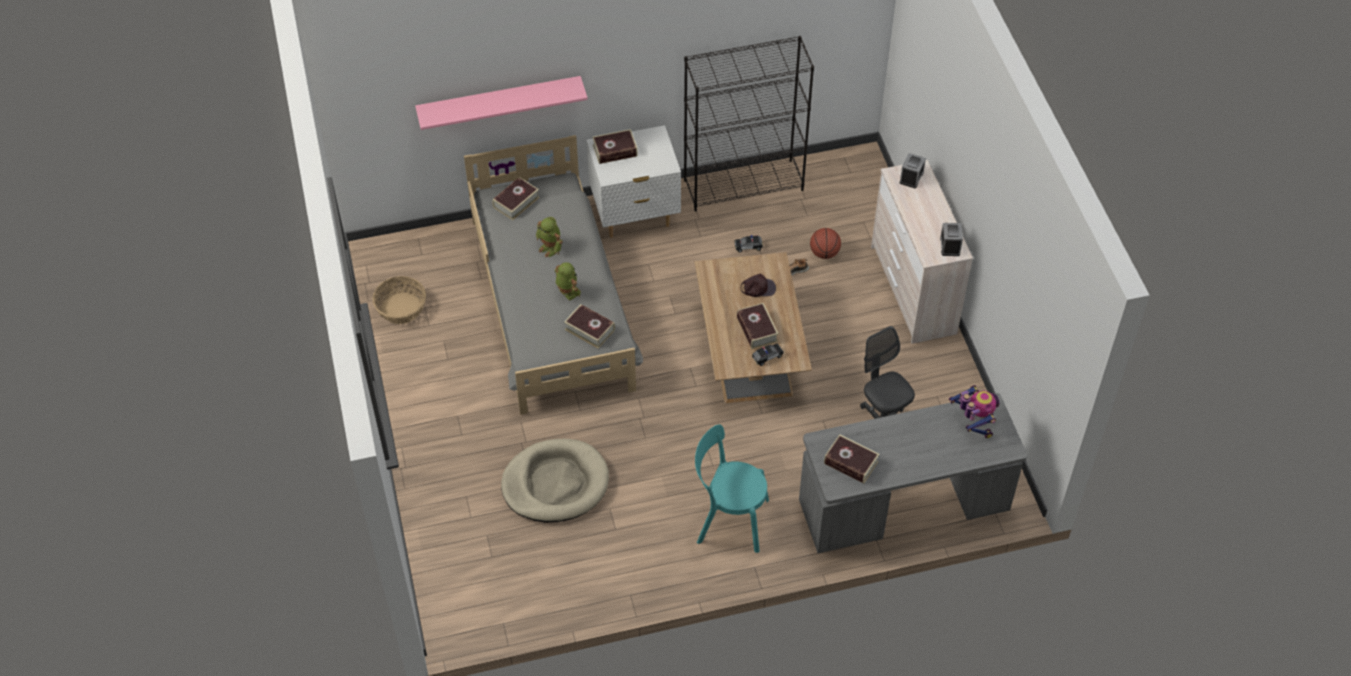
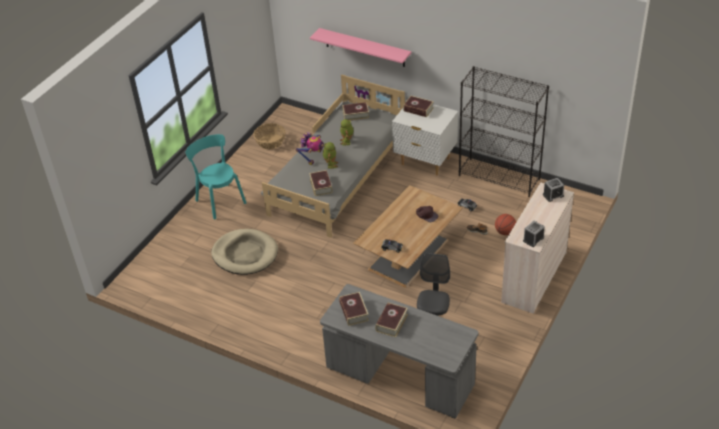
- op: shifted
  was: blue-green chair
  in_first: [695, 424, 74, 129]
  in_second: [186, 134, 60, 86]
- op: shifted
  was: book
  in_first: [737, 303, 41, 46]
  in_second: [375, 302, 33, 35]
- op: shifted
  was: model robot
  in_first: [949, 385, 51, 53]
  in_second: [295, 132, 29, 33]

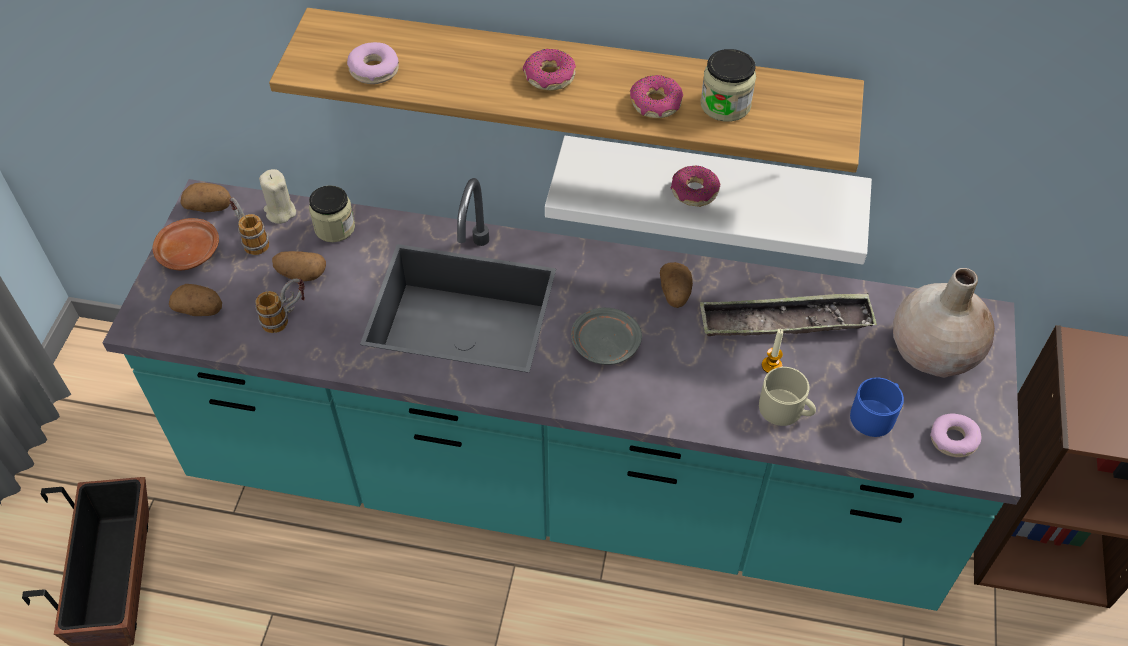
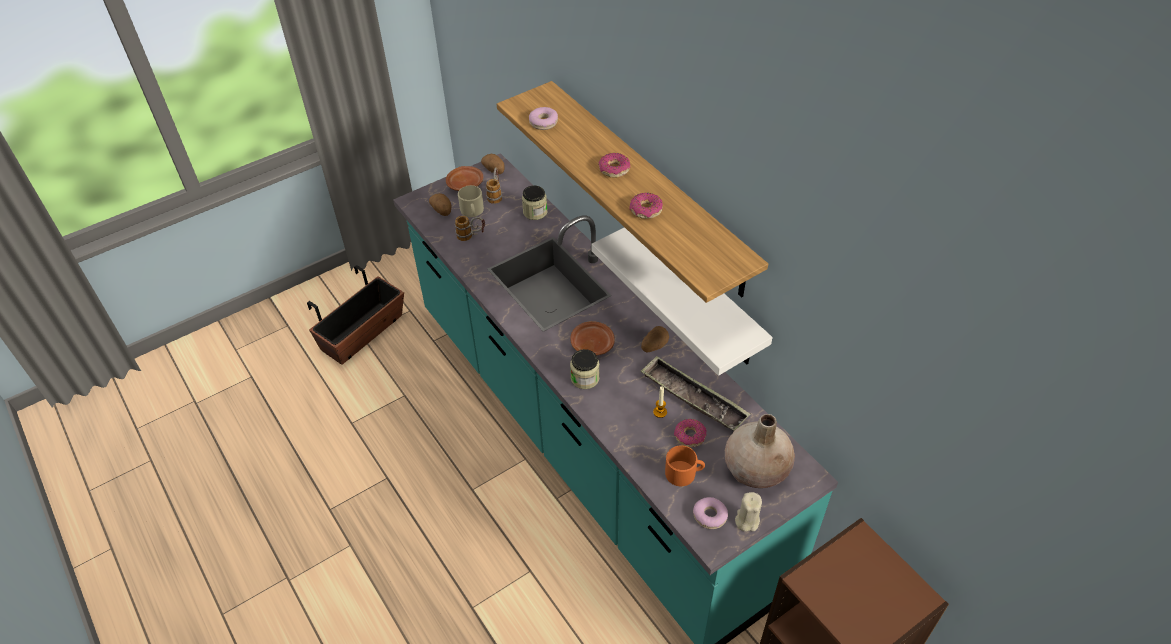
- op: gone
  was: whole potato
  in_first: [272, 251, 54, 30]
- op: shifted
  was: beige candle
  in_first: [259, 169, 37, 55]
  in_second: [735, 492, 27, 39]
- op: shifted
  was: donut
  in_first: [671, 166, 50, 41]
  in_second: [674, 419, 33, 29]
- op: shifted
  was: jar
  in_first: [700, 49, 56, 73]
  in_second: [570, 349, 30, 40]
- op: shifted
  was: beige tea mug
  in_first: [759, 367, 57, 59]
  in_second: [458, 185, 26, 32]
- op: repainted
  was: greyish flat dish
  now: brownish flat dish
  in_first: [571, 308, 71, 57]
  in_second: [570, 321, 45, 34]
- op: repainted
  was: bluish tea mug
  now: orange-coloured tea mug
  in_first: [850, 377, 54, 60]
  in_second: [665, 445, 40, 41]

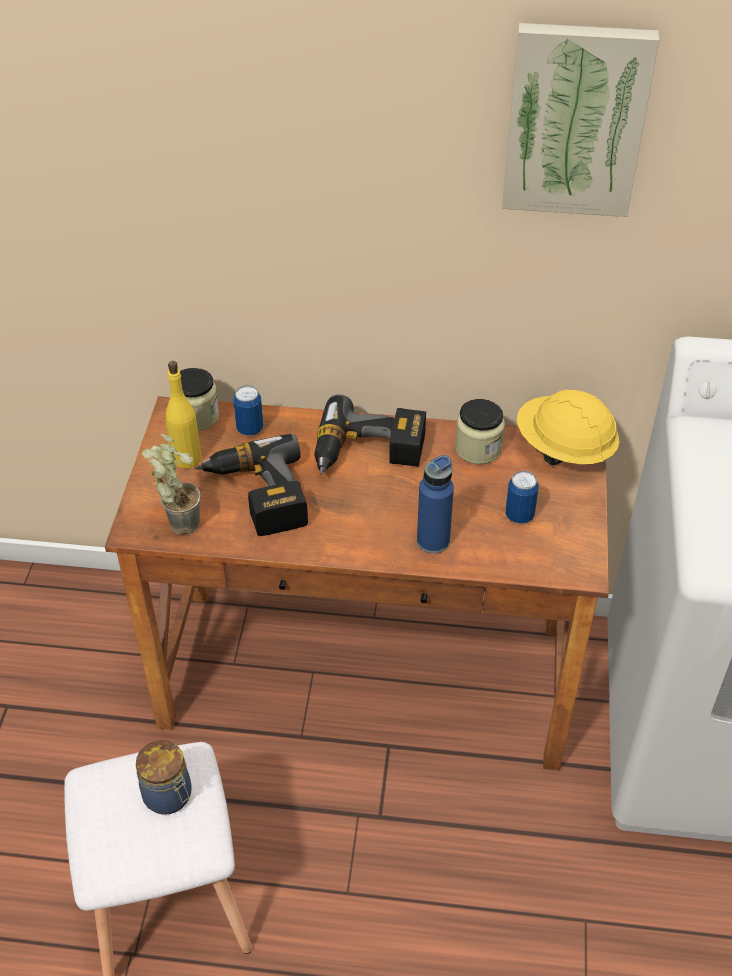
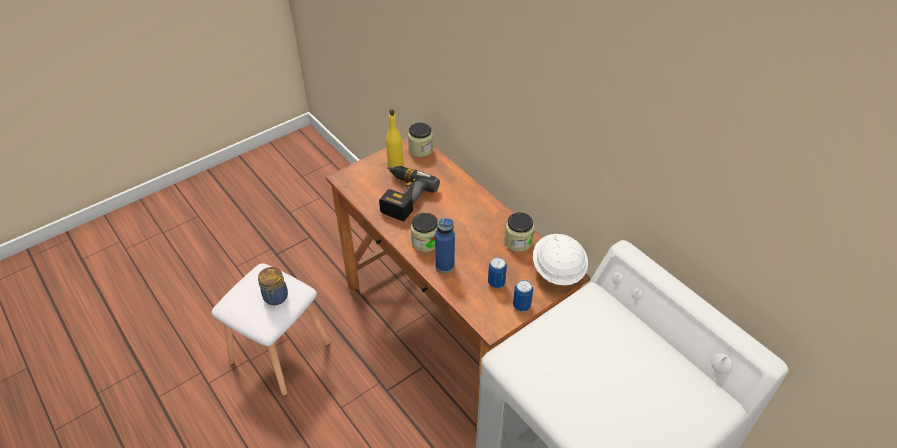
- op: gone
  was: houseplant
  in_first: [142, 433, 59, 102]
- op: gone
  was: power drill
  in_first: [314, 394, 112, 80]
- op: gone
  was: wall picture
  in_first: [502, 23, 157, 194]
- op: new
  now: jar
  in_second: [411, 213, 27, 39]
- op: shifted
  was: sealed can
  in_first: [233, 385, 30, 51]
  in_second: [513, 280, 20, 32]
- op: repainted
  was: yellow-coloured work helmet
  now: whitish work helmet
  in_first: [517, 390, 103, 75]
  in_second: [533, 234, 55, 52]

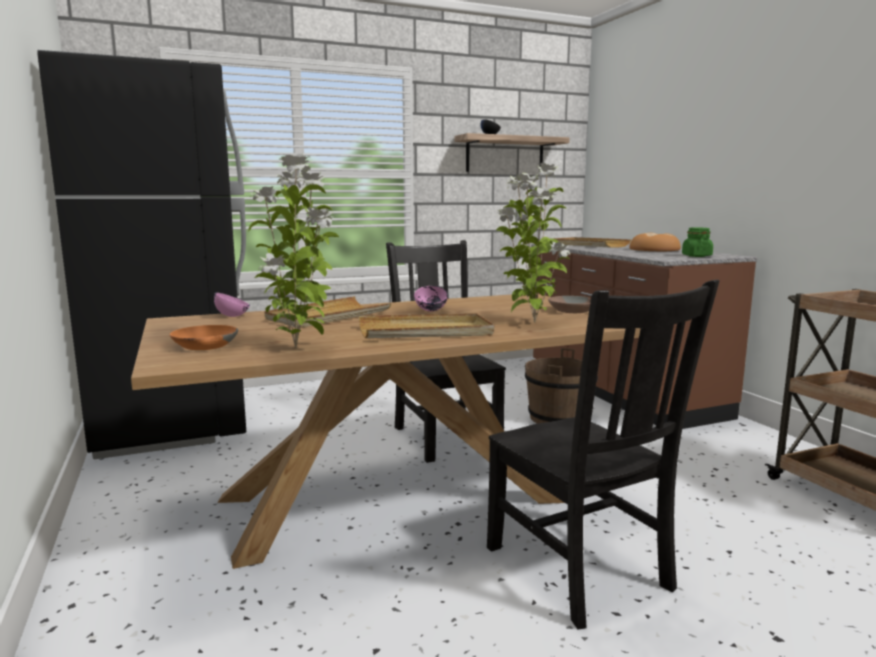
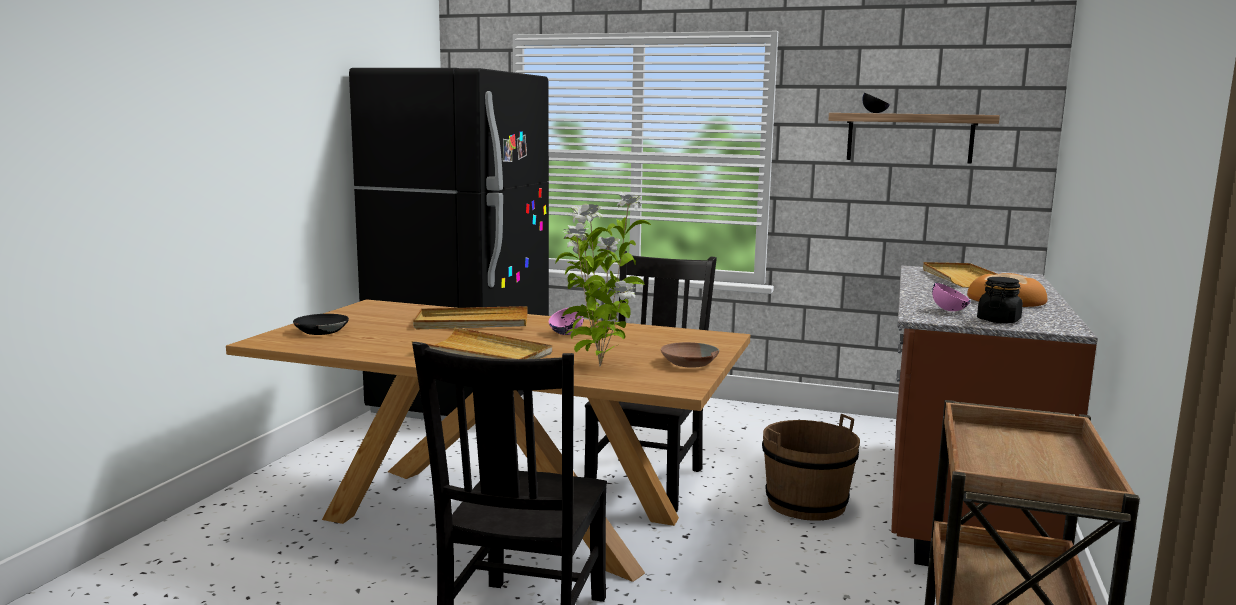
- op: gone
  was: houseplant
  in_first: [248, 153, 91, 195]
- op: shifted
  was: pink bowl
  in_first: [214, 292, 36, 25]
  in_second: [932, 282, 39, 29]
- op: repainted
  was: orange-coloured bowl
  now: black bowl
  in_first: [170, 325, 68, 25]
  in_second: [293, 314, 56, 21]
- op: repainted
  was: green jar
  now: black jar
  in_first: [682, 227, 31, 30]
  in_second: [977, 277, 46, 46]

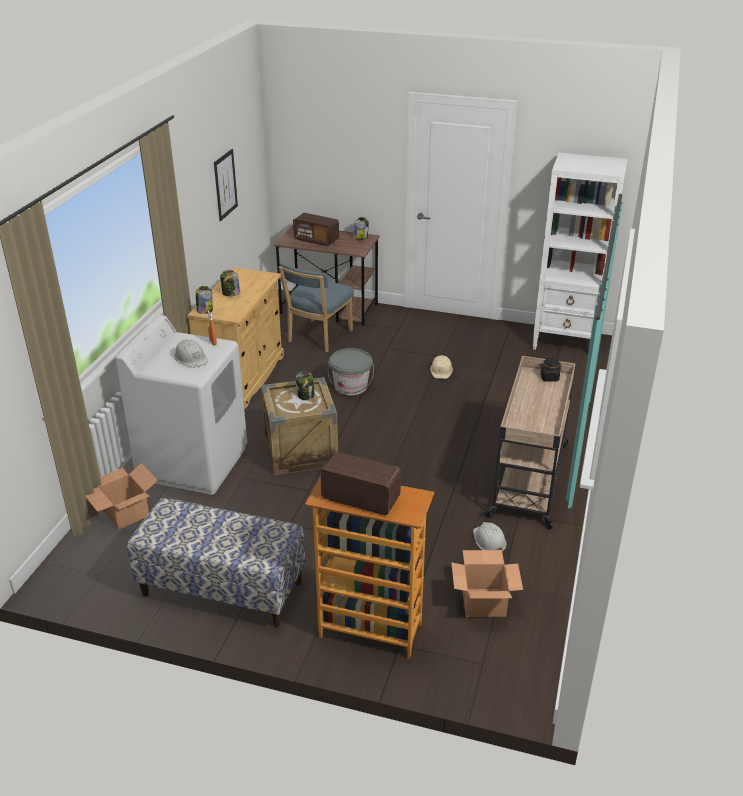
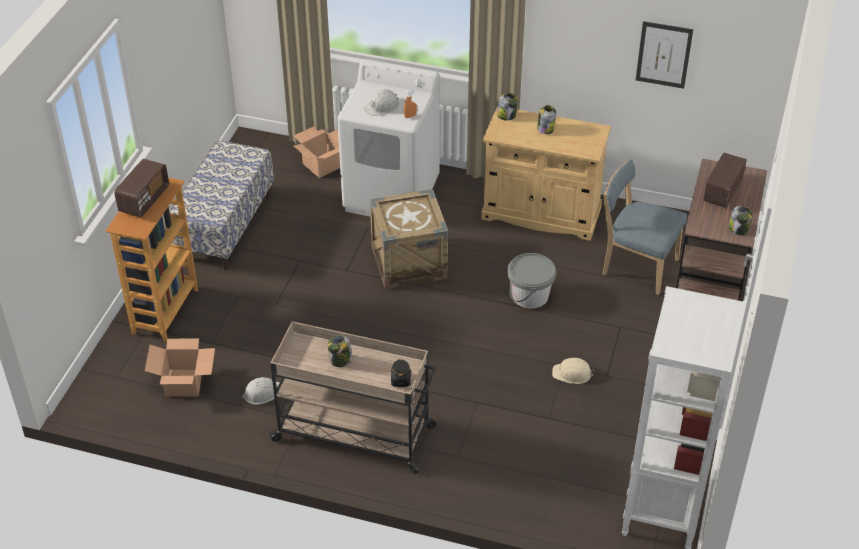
- op: shifted
  was: jar
  in_first: [296, 371, 19, 29]
  in_second: [328, 335, 24, 32]

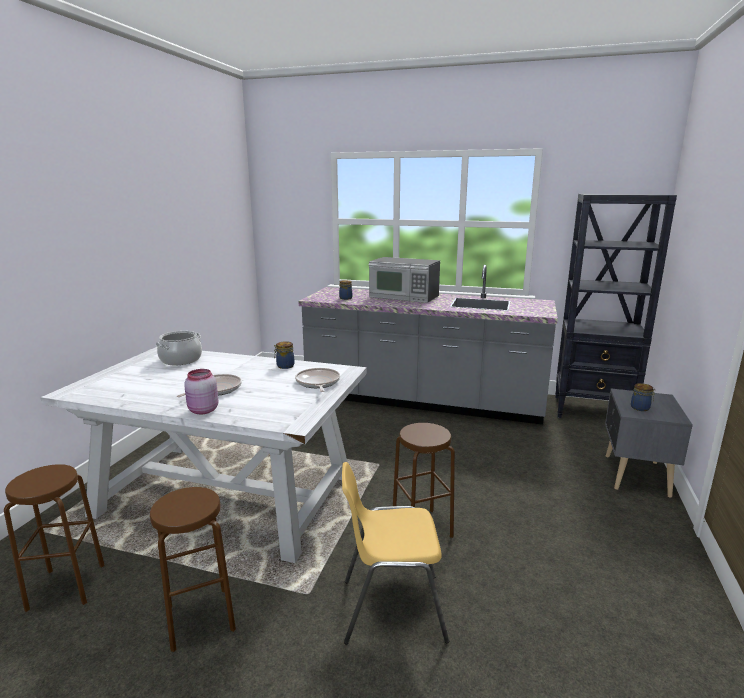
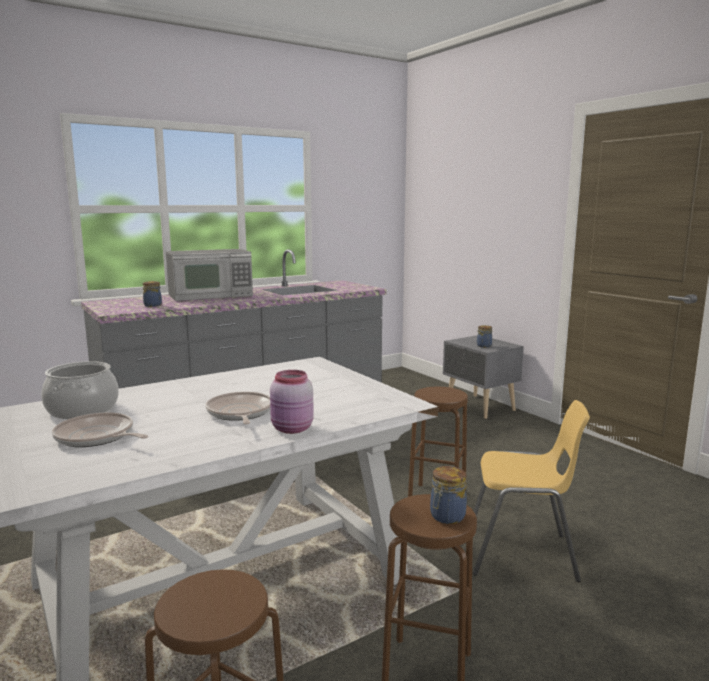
- op: gone
  was: black bookcase
  in_first: [555, 194, 122, 224]
- op: shifted
  was: jar
  in_first: [274, 341, 20, 28]
  in_second: [430, 466, 37, 58]
- op: shifted
  was: frying pan
  in_first: [295, 368, 45, 24]
  in_second: [52, 412, 96, 35]
- op: rotated
  was: yellow-coloured chair
  in_first: [342, 462, 107, 182]
  in_second: [473, 400, 117, 182]
  clockwise: -120

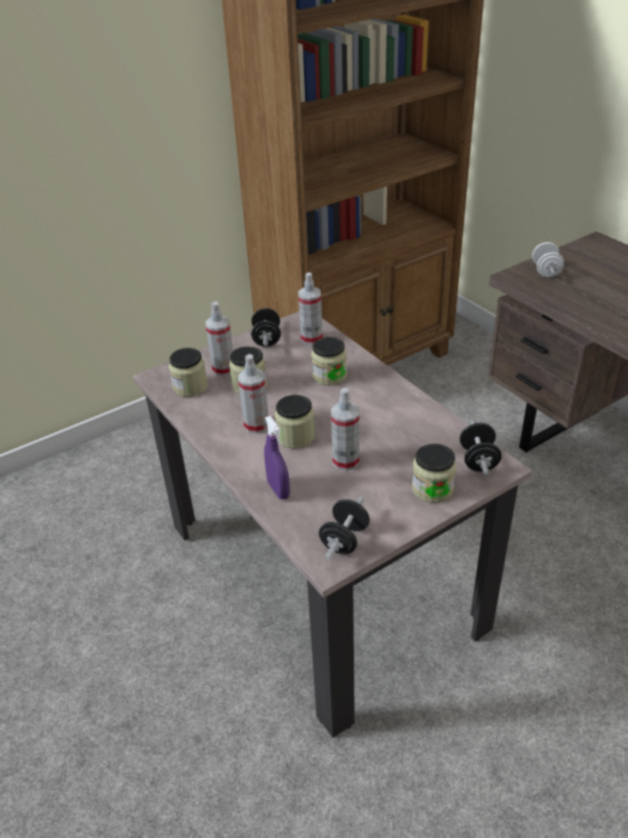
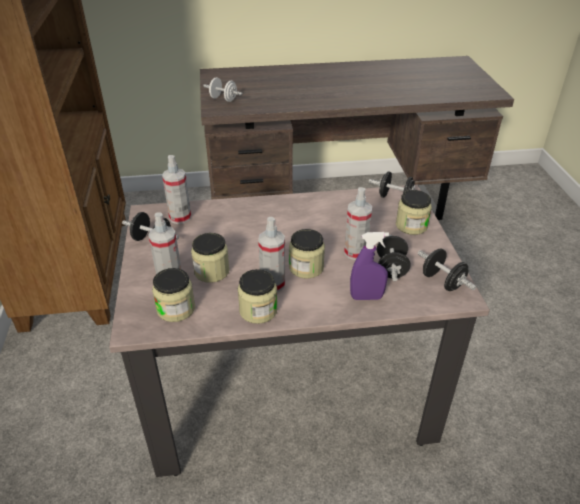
- op: new
  now: black free weight
  in_second: [377, 235, 34, 46]
- op: shifted
  was: jar
  in_first: [311, 337, 36, 49]
  in_second: [238, 269, 40, 55]

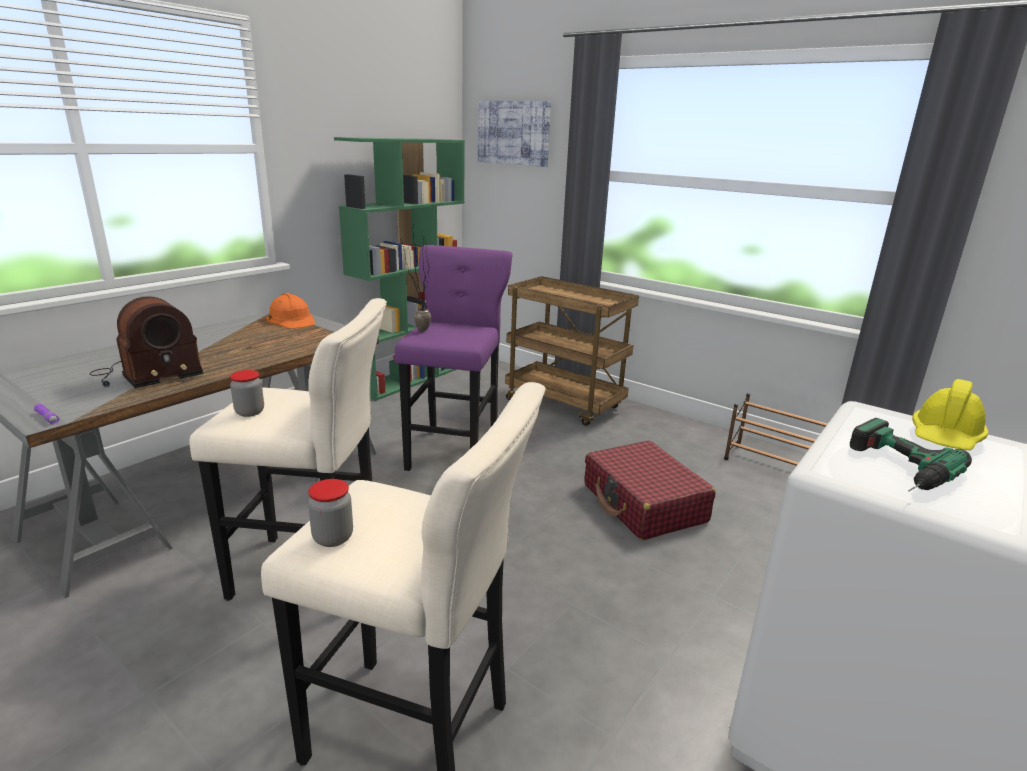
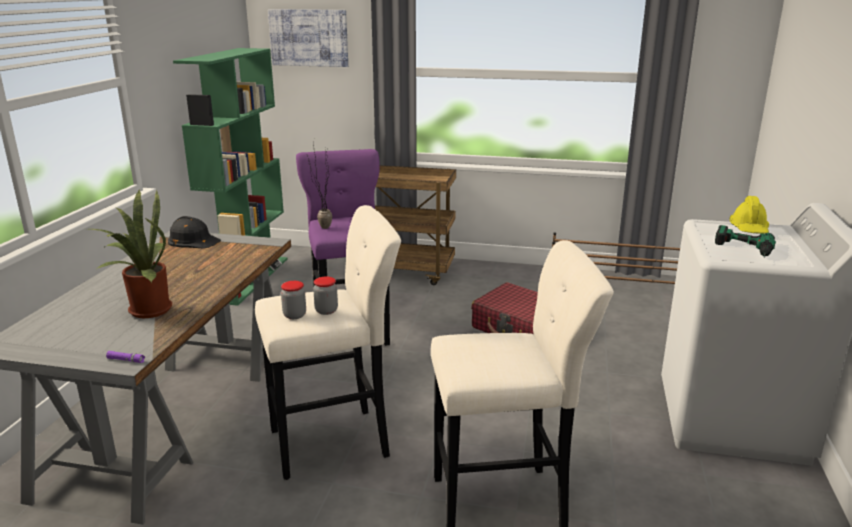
- op: shifted
  was: jar
  in_first: [308, 479, 45, 68]
  in_second: [313, 277, 25, 38]
- op: swapped
  was: radio receiver
  now: houseplant
  in_first: [90, 296, 114, 92]
  in_second: [90, 189, 82, 129]
- op: repainted
  was: orange-coloured work helmet
  now: black work helmet
  in_first: [267, 293, 49, 36]
  in_second: [168, 216, 53, 32]

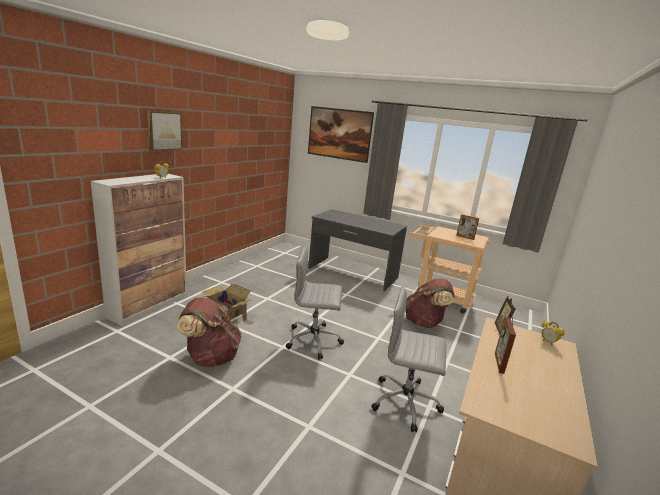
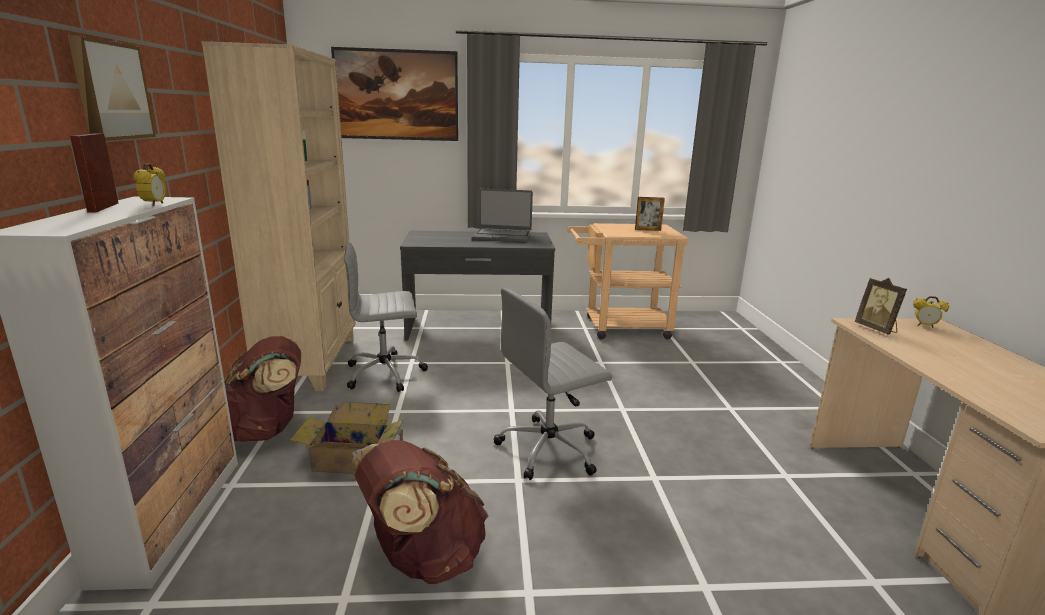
- op: new
  now: beige bookcase
  in_second: [201, 41, 155, 350]
- op: new
  now: portable computer
  in_second: [472, 188, 61, 55]
- op: shifted
  was: greyish desk chair
  in_first: [371, 286, 75, 146]
  in_second: [344, 242, 84, 150]
- op: shifted
  was: brownish knapsack
  in_first: [406, 278, 48, 50]
  in_second: [224, 336, 77, 106]
- op: shifted
  was: standing frame
  in_first: [495, 317, 21, 57]
  in_second: [70, 133, 48, 80]

